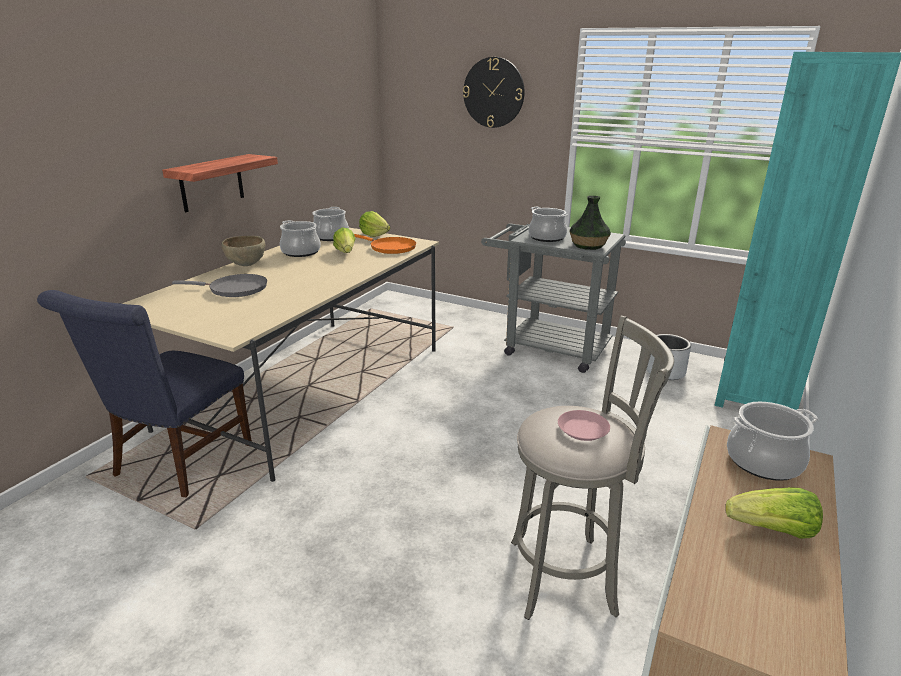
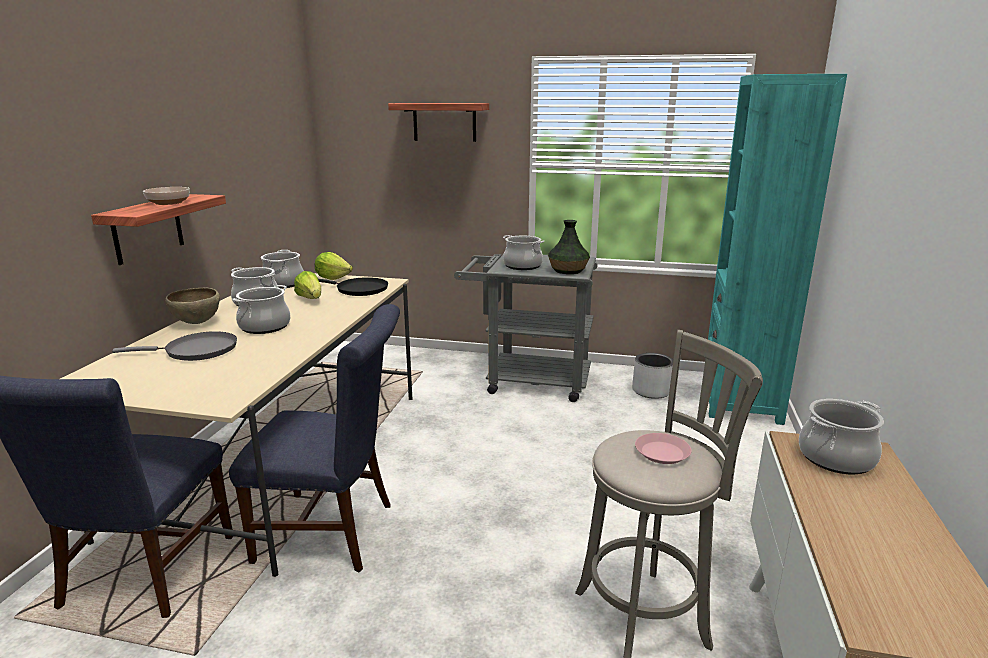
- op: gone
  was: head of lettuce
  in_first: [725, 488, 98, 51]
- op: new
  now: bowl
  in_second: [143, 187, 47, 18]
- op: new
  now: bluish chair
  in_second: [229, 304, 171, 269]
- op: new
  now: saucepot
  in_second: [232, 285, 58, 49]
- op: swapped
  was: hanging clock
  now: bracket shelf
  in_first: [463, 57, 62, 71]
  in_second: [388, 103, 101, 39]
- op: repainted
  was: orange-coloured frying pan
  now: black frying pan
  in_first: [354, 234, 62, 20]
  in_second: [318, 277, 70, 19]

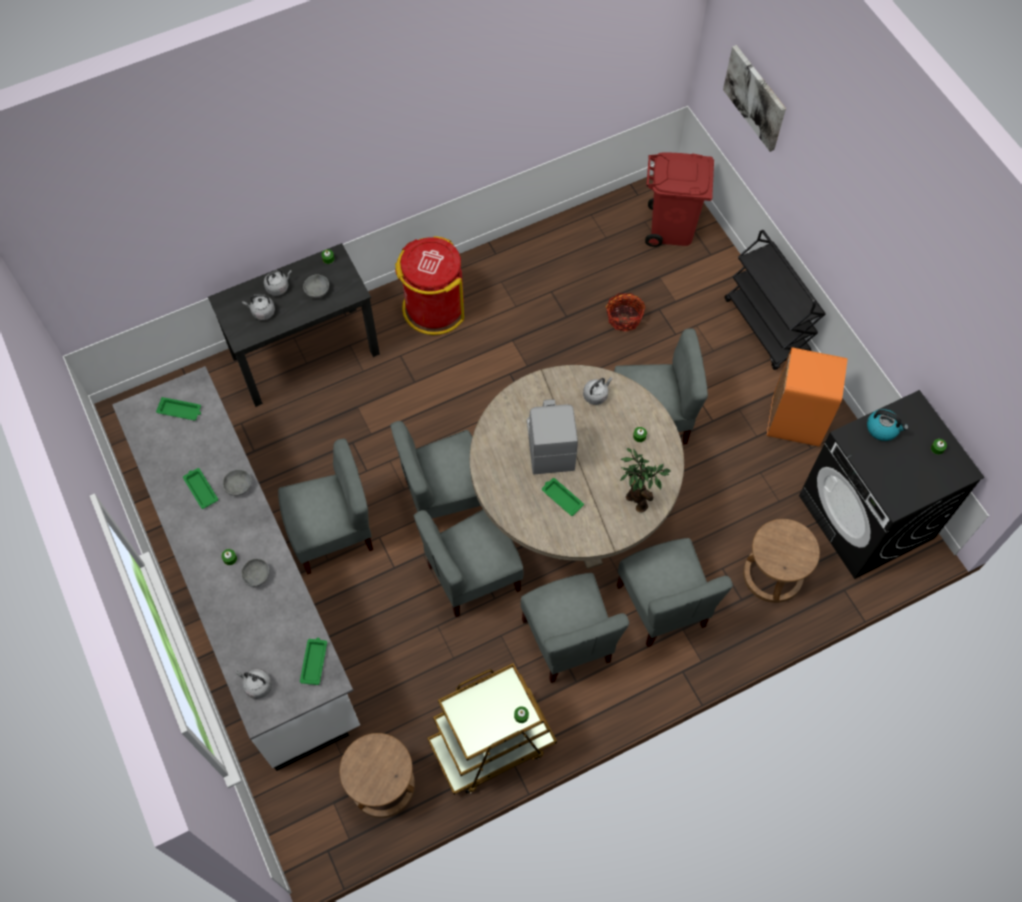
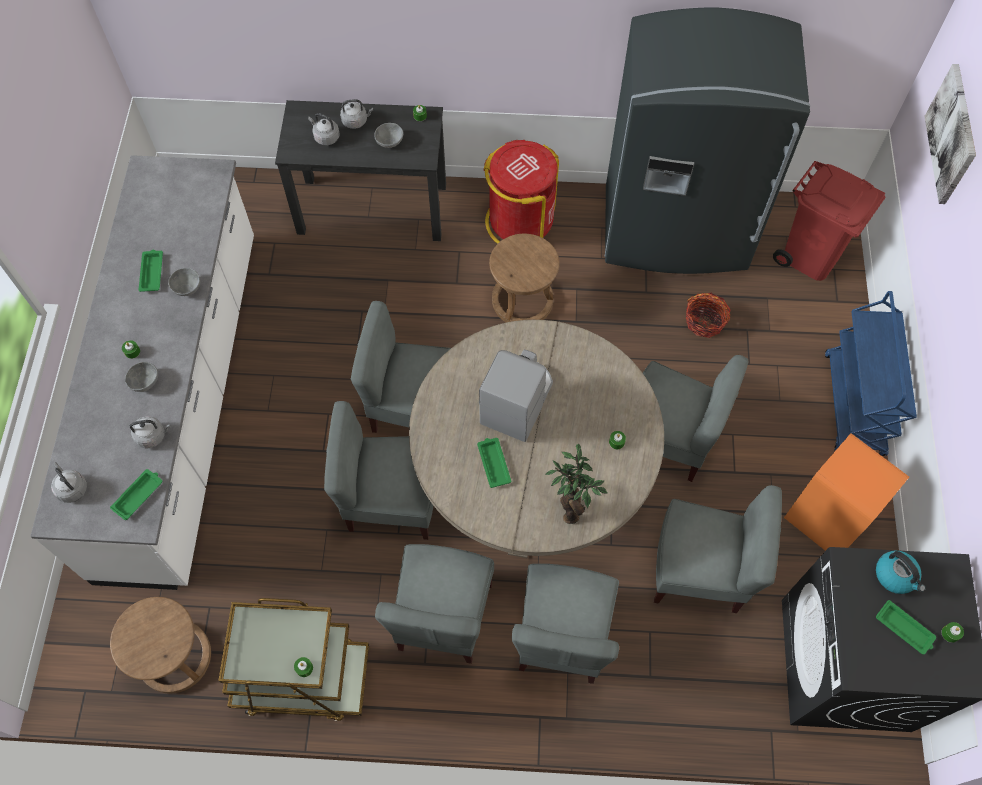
- op: new
  now: greyish refrigerator
  in_second: [605, 8, 205, 266]
- op: shifted
  was: green carrying tray
  in_first: [156, 397, 45, 23]
  in_second: [876, 600, 60, 54]
- op: shifted
  was: greyish chair
  in_first: [278, 438, 95, 137]
  in_second: [654, 485, 128, 128]
- op: shifted
  was: greyish water kettle
  in_first: [583, 377, 29, 28]
  in_second: [129, 416, 41, 33]
- op: shifted
  was: brownish stool seat
  in_first: [743, 519, 77, 84]
  in_second: [489, 234, 71, 88]
- op: repainted
  was: black wheeled cart
  now: bluish wheeled cart
  in_first: [725, 230, 101, 140]
  in_second: [825, 291, 92, 165]

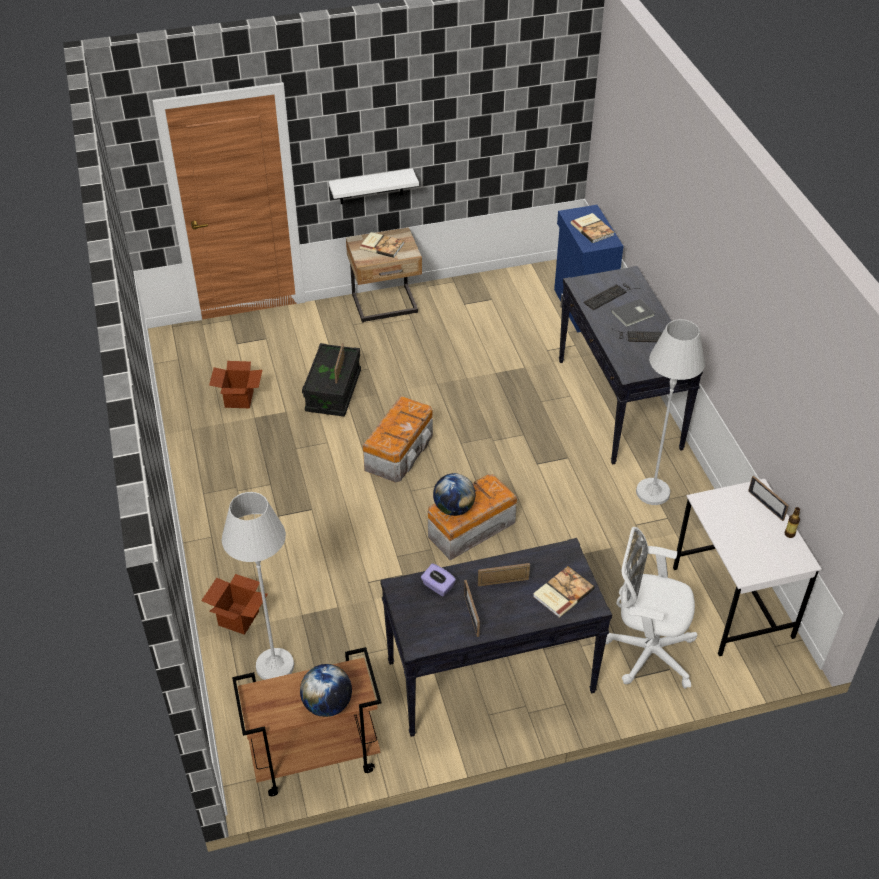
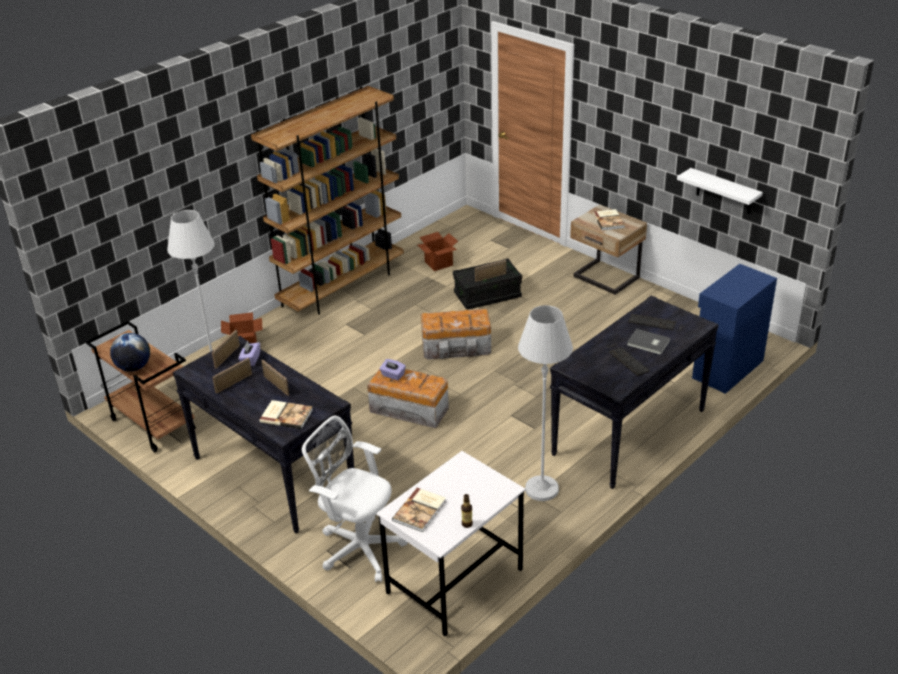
- op: new
  now: brownish bookcase
  in_second: [251, 86, 153, 229]
- op: shifted
  was: whitish bracket shelf
  in_first: [328, 168, 91, 36]
  in_second: [677, 168, 86, 46]
- op: shifted
  was: book
  in_first: [571, 213, 43, 30]
  in_second: [392, 488, 54, 44]
- op: shifted
  was: standing frame
  in_first: [748, 476, 41, 45]
  in_second: [212, 330, 28, 39]
- op: swapped
  was: world globe
  now: purple box of tissues
  in_first: [433, 473, 42, 43]
  in_second: [379, 359, 27, 21]
- op: rotated
  was: whitish desk chair
  in_first: [605, 527, 92, 162]
  in_second: [302, 415, 106, 167]
  clockwise: -45

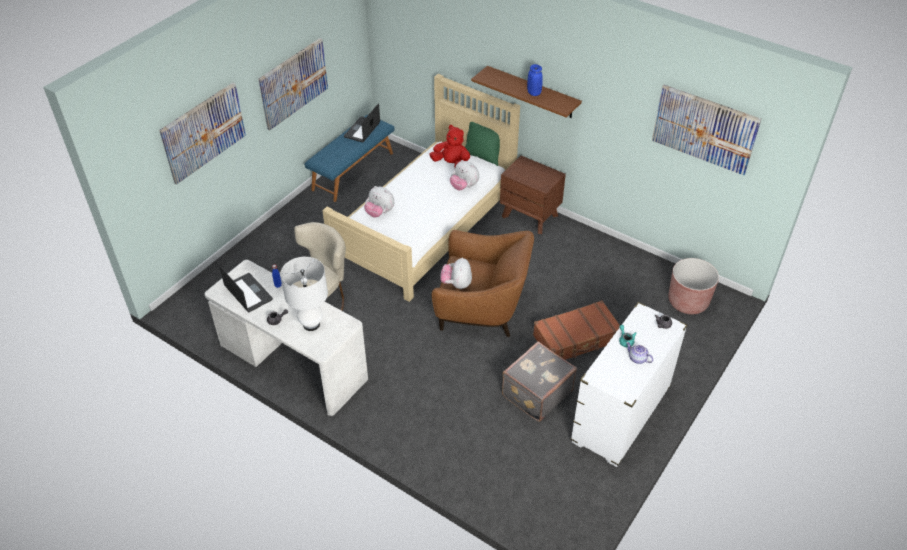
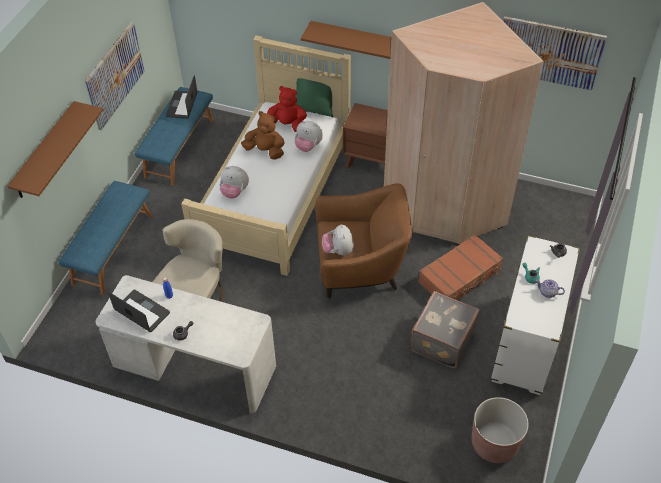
- op: gone
  was: whitish lamp for a table
  in_first: [280, 257, 48, 74]
- op: gone
  was: bluish flower vase
  in_first: [527, 64, 16, 32]
- op: new
  now: bluish indoor bench
  in_second: [59, 181, 93, 114]
- op: new
  now: brownish plush toy
  in_second: [241, 111, 43, 49]
- op: new
  now: beige armoire
  in_second: [384, 2, 160, 242]
- op: shifted
  was: brownish plant pot
  in_first: [668, 258, 51, 56]
  in_second: [472, 397, 57, 66]
- op: swapped
  was: wall picture
  now: brownish bracket shelf
  in_first: [159, 82, 87, 102]
  in_second: [7, 101, 96, 97]

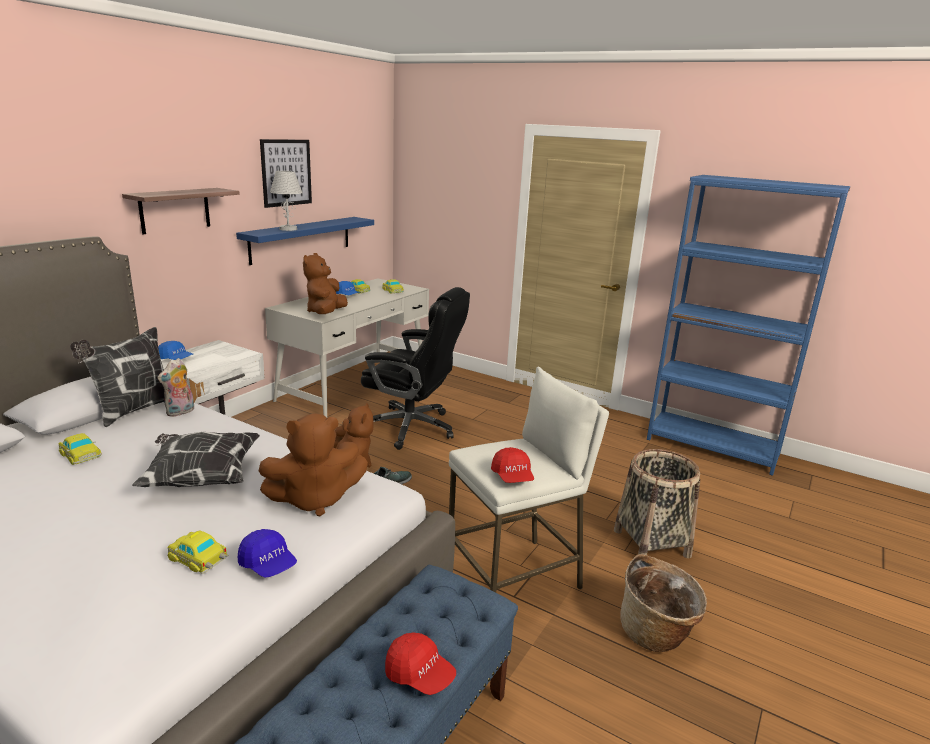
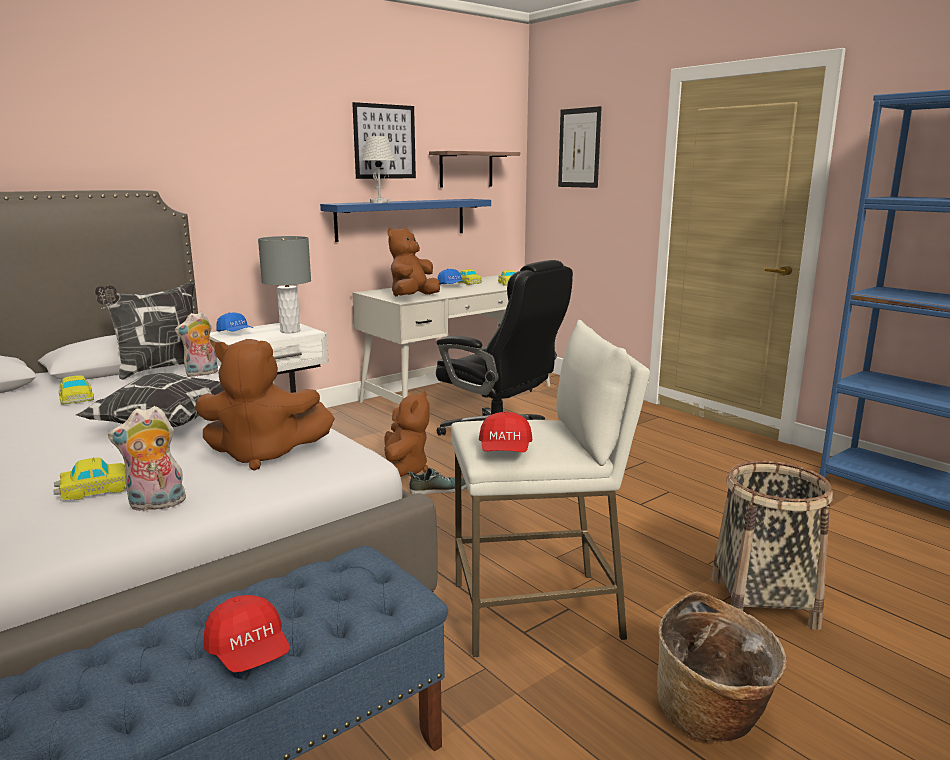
- op: new
  now: greyish lamp for a table
  in_second: [258, 236, 53, 97]
- op: new
  now: wall picture
  in_second: [558, 106, 44, 82]
- op: shifted
  was: bracket shelf
  in_first: [122, 188, 118, 46]
  in_second: [429, 151, 91, 37]
- op: swapped
  was: bluish baseball cap
  now: plush toy
  in_first: [238, 529, 59, 49]
  in_second: [108, 406, 80, 105]
- op: rotated
  was: model car
  in_first: [167, 530, 62, 44]
  in_second: [53, 458, 73, 42]
  clockwise: 105

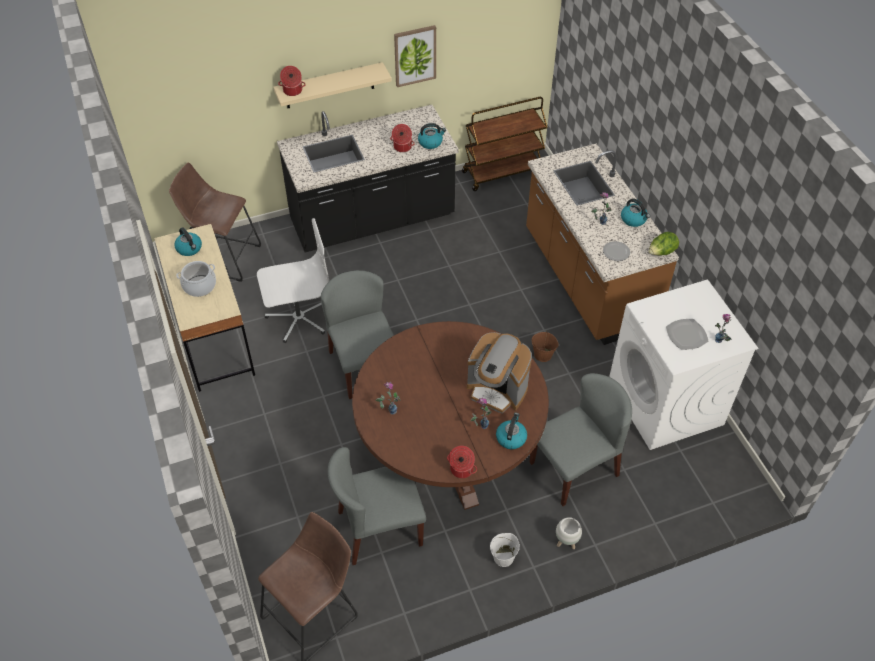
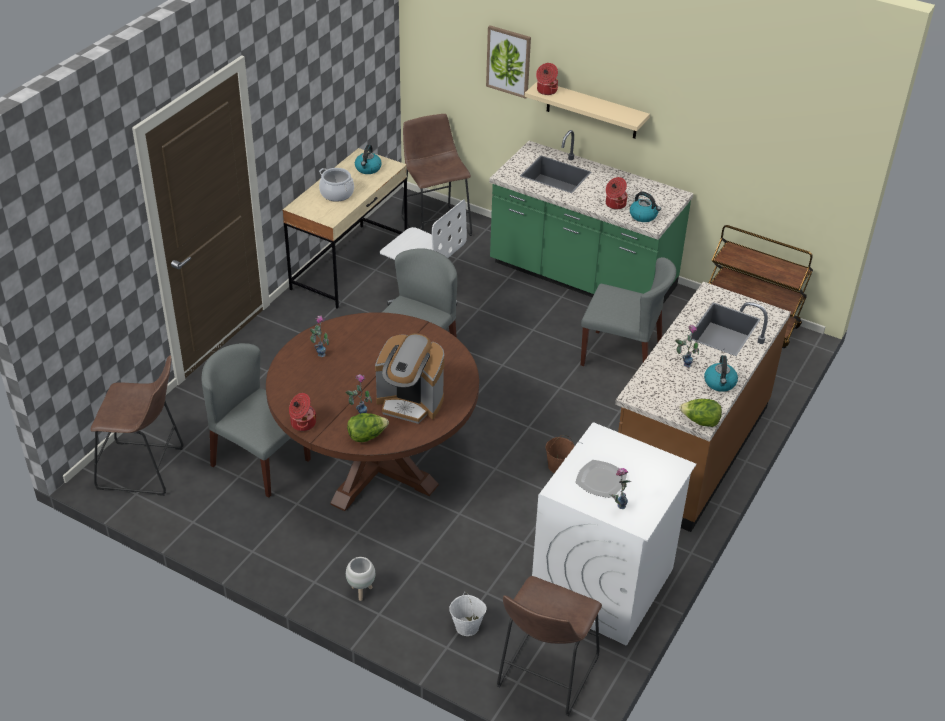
- op: gone
  was: flat dish
  in_first: [603, 241, 27, 20]
- op: new
  now: brownish stool seat
  in_second: [497, 576, 105, 140]
- op: shifted
  was: wall picture
  in_first: [394, 25, 42, 62]
  in_second: [486, 25, 45, 74]
- op: shifted
  was: whitish water bucket
  in_first: [490, 533, 30, 34]
  in_second: [449, 592, 38, 44]
- op: shifted
  was: greyish chair
  in_first: [529, 373, 103, 133]
  in_second: [581, 257, 95, 109]
- op: swapped
  was: water kettle
  now: head of lettuce
  in_first: [496, 413, 31, 36]
  in_second: [347, 413, 42, 29]
- op: repainted
  was: black kitchen base unit
  now: green kitchen base unit
  in_first: [277, 105, 182, 148]
  in_second: [489, 130, 204, 174]
- op: rotated
  was: coffee machine
  in_first: [467, 332, 65, 82]
  in_second: [375, 333, 69, 91]
  clockwise: -60

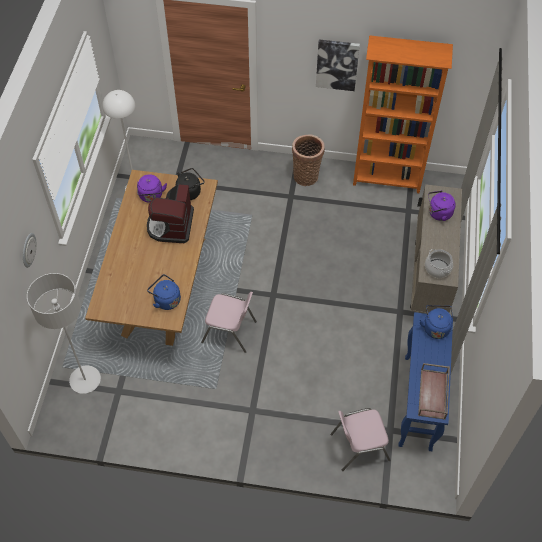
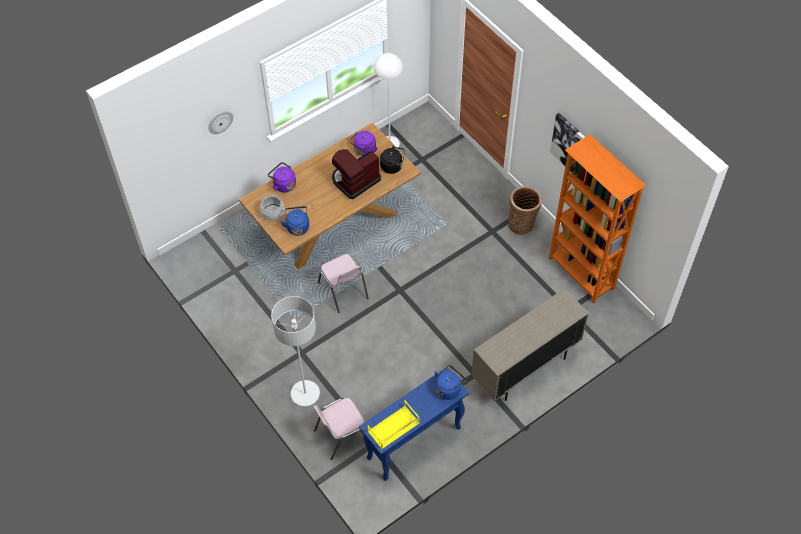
- op: shifted
  was: greyish standing lamp
  in_first: [27, 273, 74, 121]
  in_second: [271, 296, 49, 110]
- op: shifted
  was: saucepot
  in_first: [425, 249, 28, 29]
  in_second: [260, 194, 25, 27]
- op: shifted
  was: purple water kettle
  in_first: [428, 190, 28, 31]
  in_second: [268, 162, 28, 30]
- op: repainted
  was: brownish carrying tray
  now: yellow-coloured carrying tray
  in_first: [418, 363, 32, 57]
  in_second: [367, 401, 53, 48]
- op: rotated
  was: pink chair
  in_first: [330, 408, 61, 63]
  in_second: [314, 398, 51, 62]
  clockwise: -60

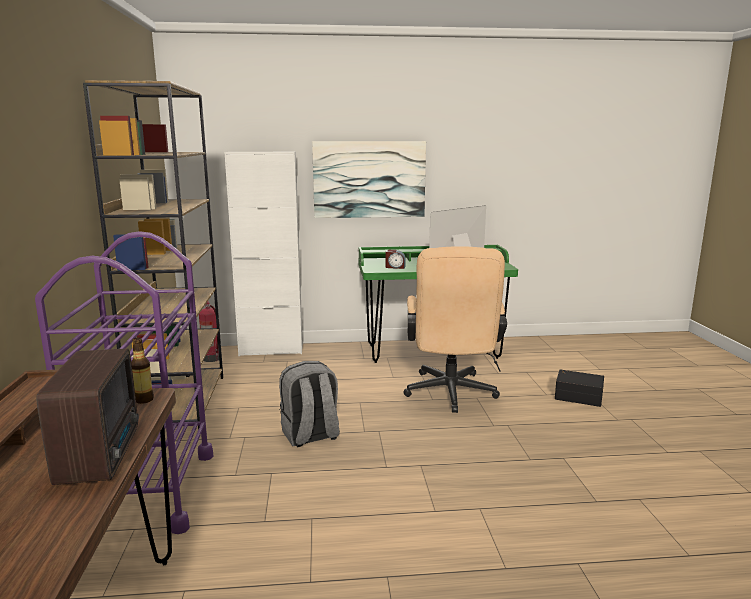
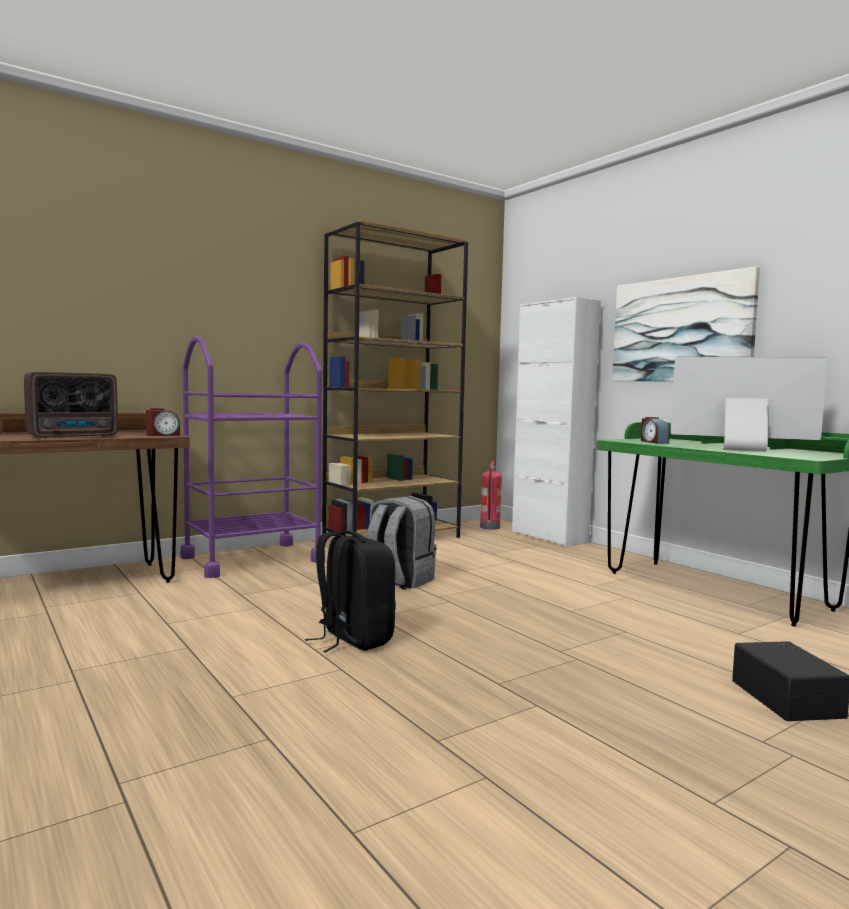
- op: gone
  was: beige desk chair
  in_first: [404, 246, 103, 167]
- op: new
  now: black knapsack
  in_second: [305, 531, 91, 121]
- op: swapped
  was: bottle
  now: table clock
  in_first: [131, 338, 23, 66]
  in_second: [146, 408, 34, 28]

